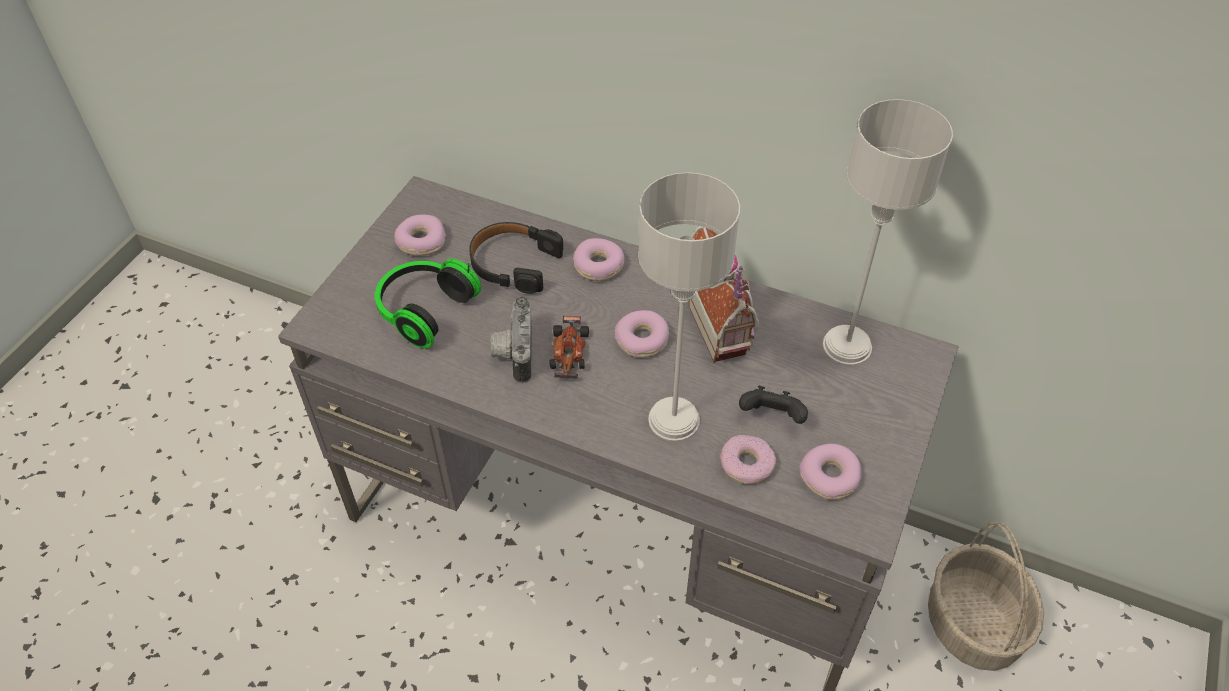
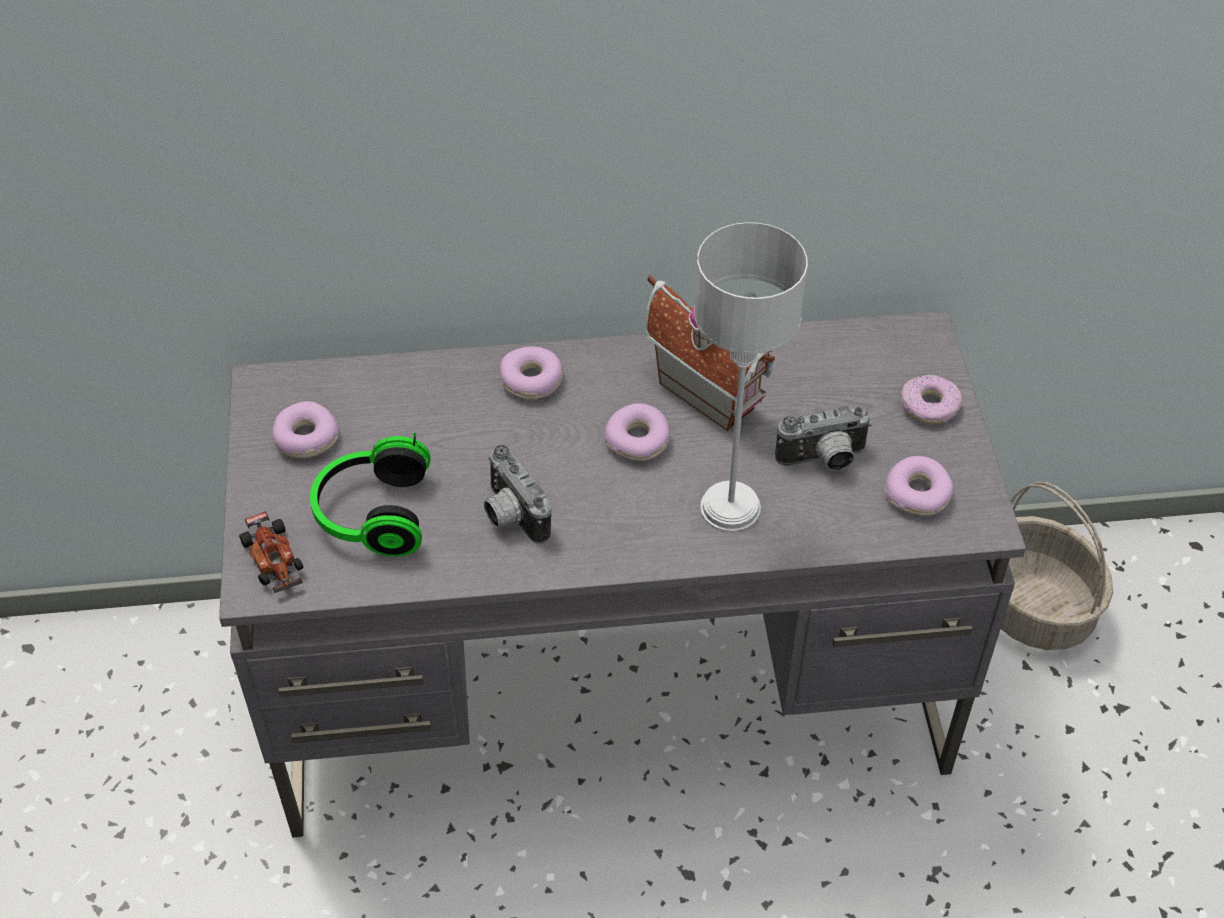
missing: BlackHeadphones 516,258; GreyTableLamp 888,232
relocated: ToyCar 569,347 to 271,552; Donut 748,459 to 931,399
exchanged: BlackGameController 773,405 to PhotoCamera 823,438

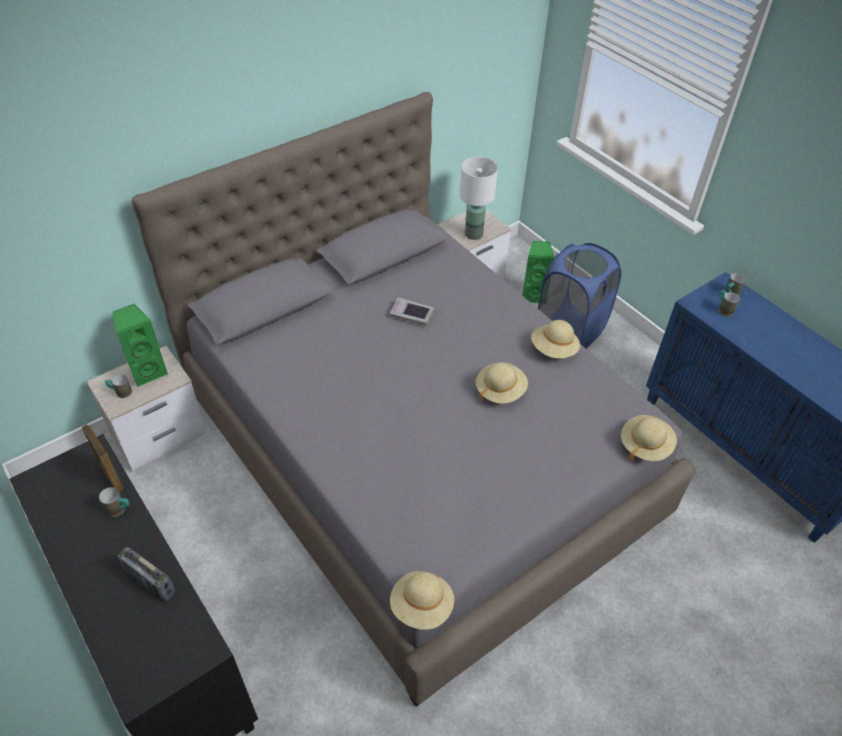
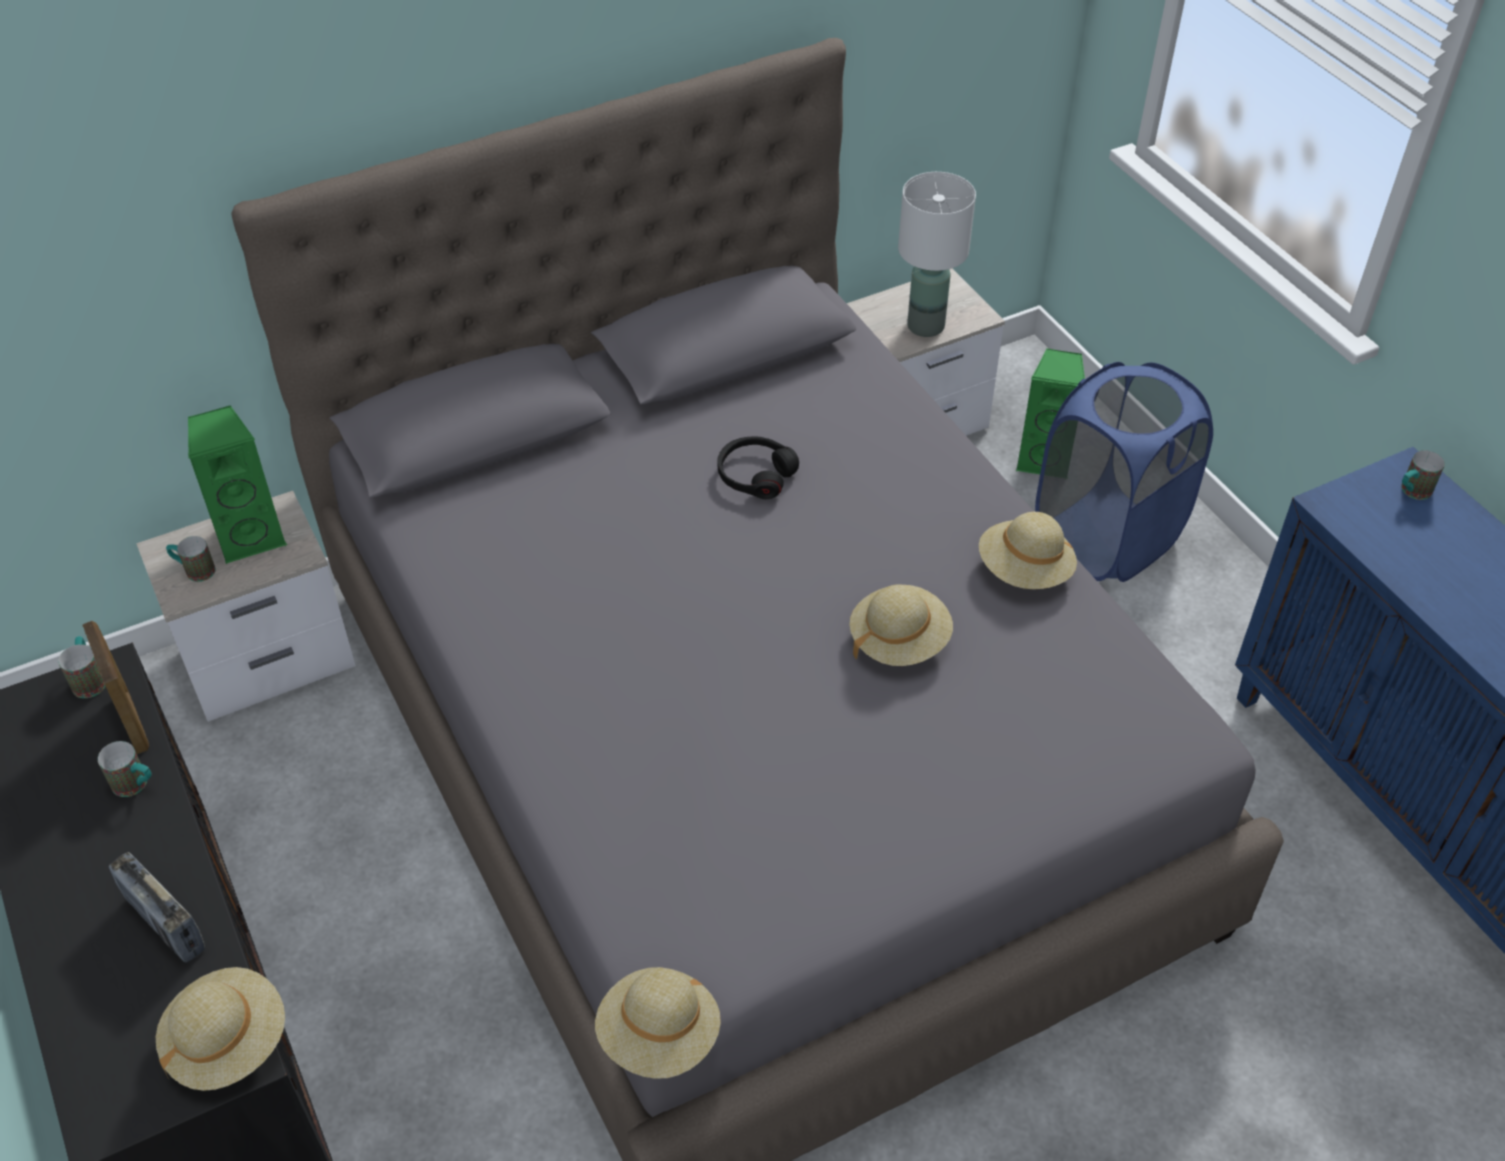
relocated: BeigeHat 649,438 to 220,1029; Mug 729,303 to 82,667
exchanged: Book 412,311 to BlackHeadphones 758,467

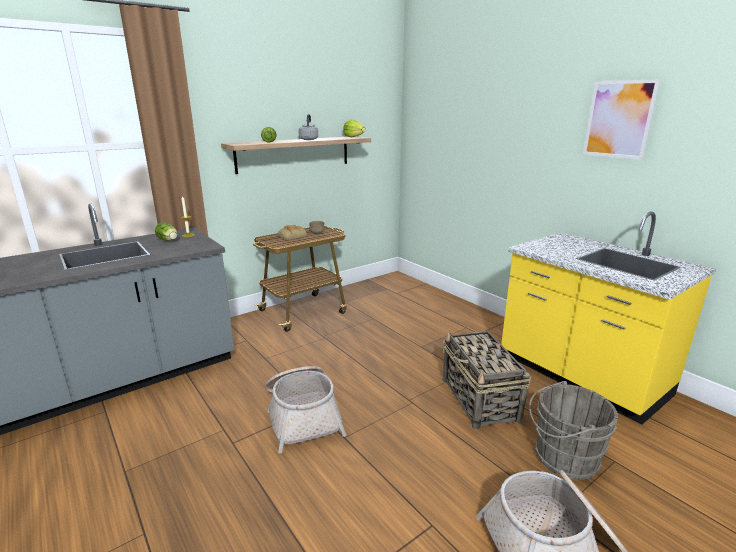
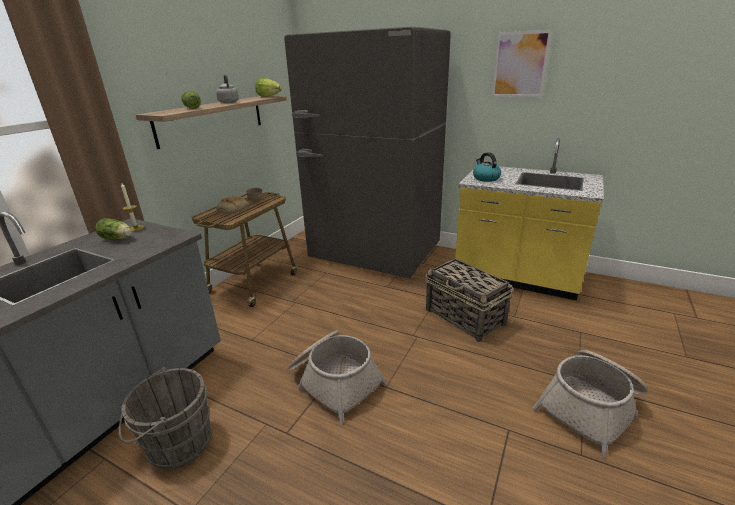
appeared: GreyFridge 367,152; Kettle 487,167
relocated: GreyBucket 573,430 to 166,418

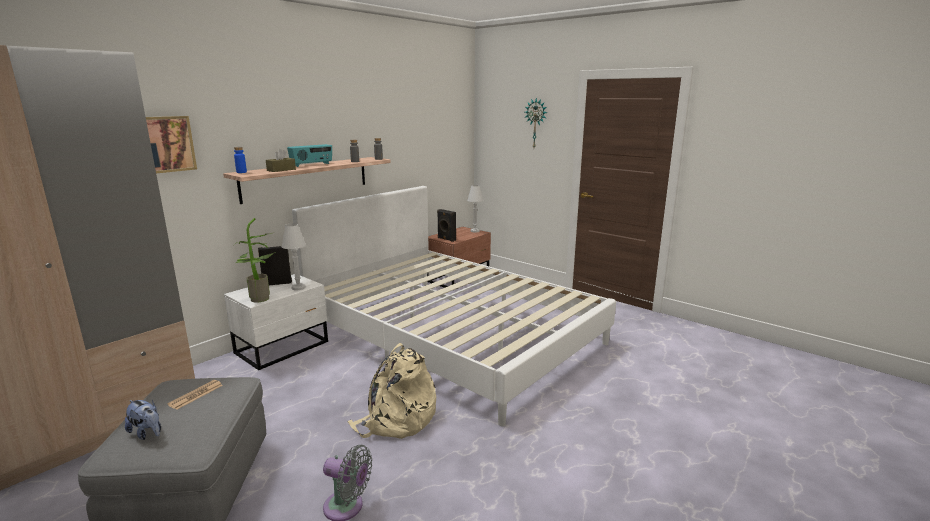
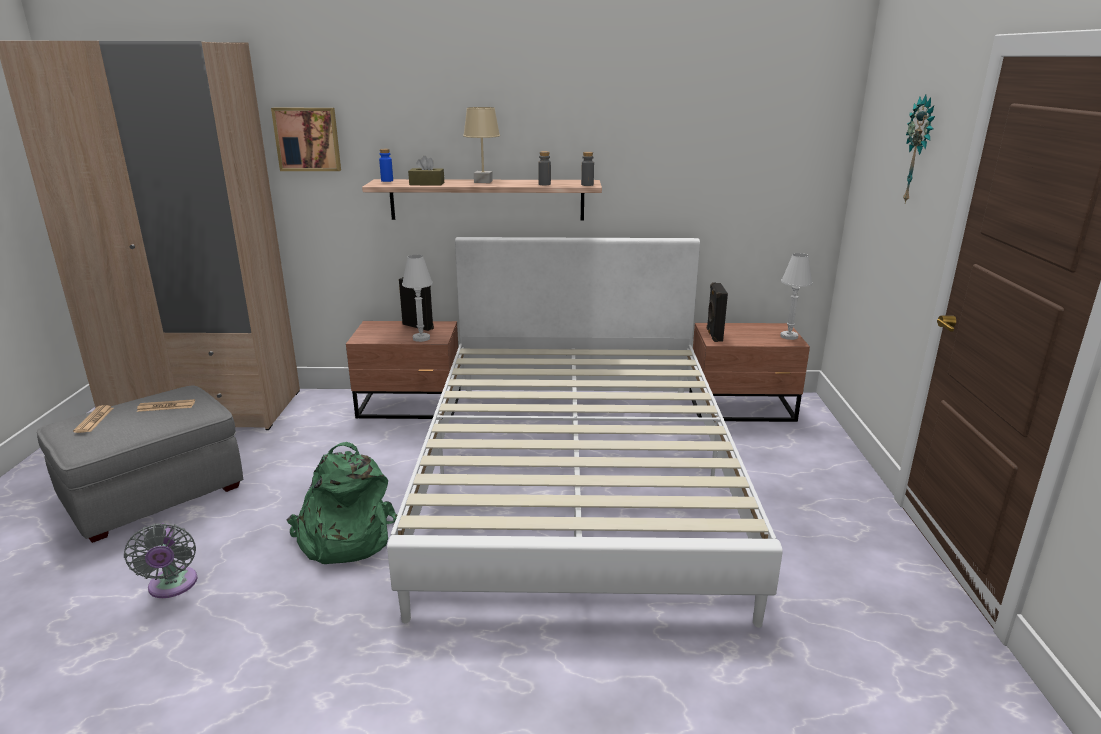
missing: PottedPlant 255,260
exchanged: PlushToy 143,420 to Newspaper 93,419; Radio 309,155 to BeigeTableLamp 481,145
colour: WhiteNightstand 276,322 to BrownNightstand 403,370; BeigeBackpack 391,391 to GreenBackpack 342,503

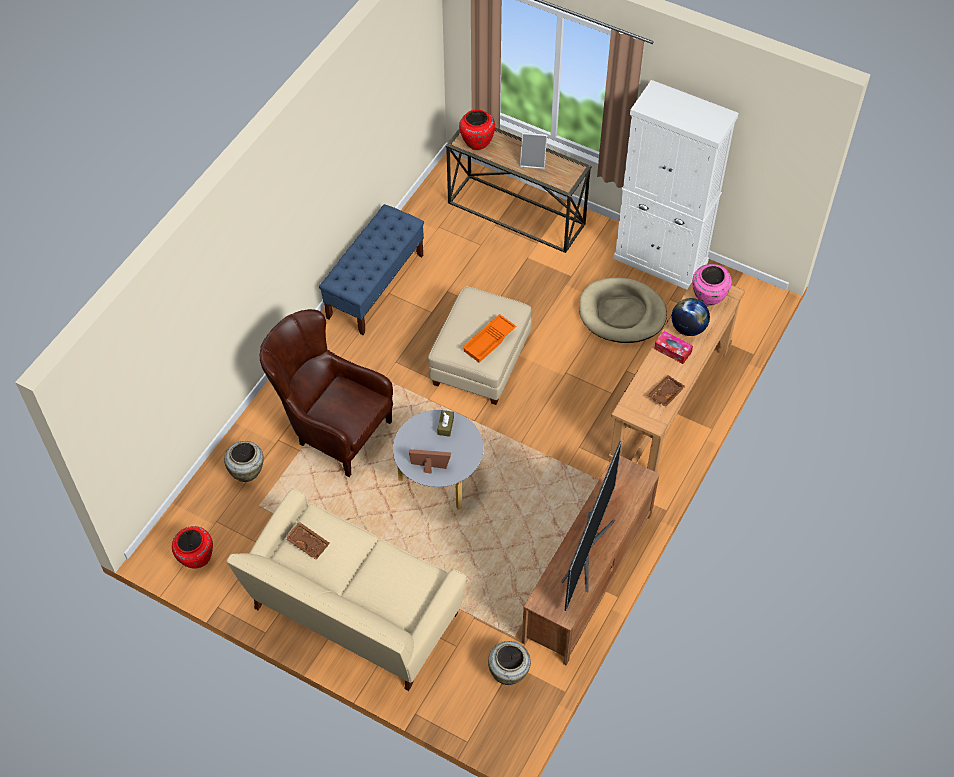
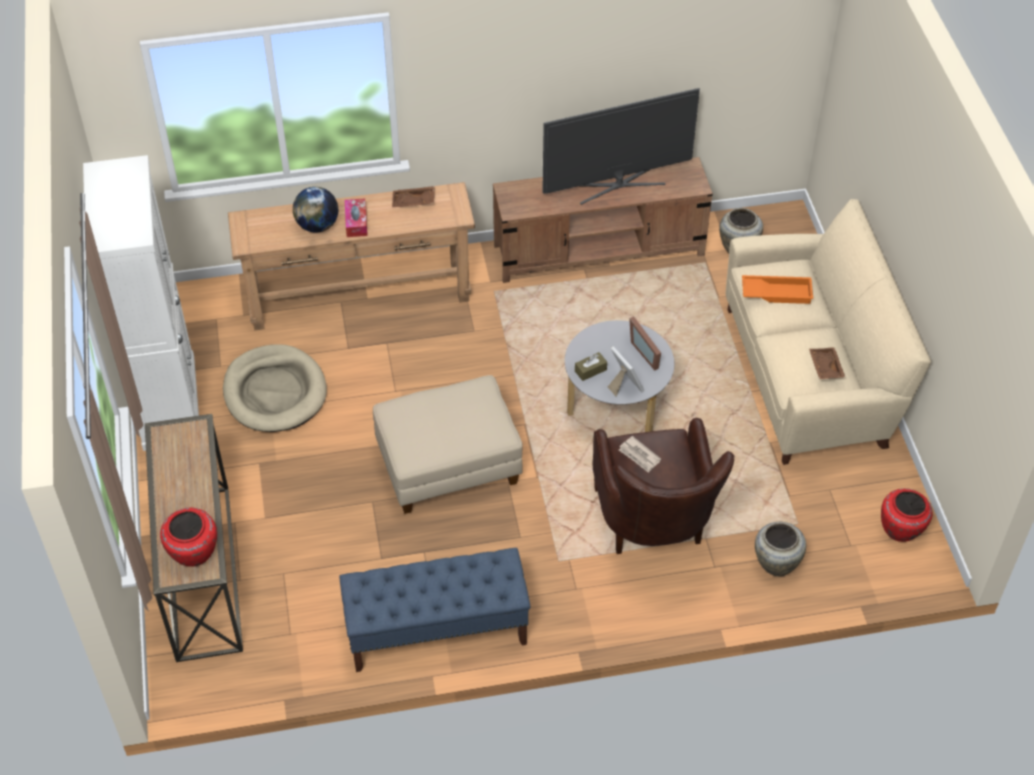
missing: PinkVase 712,285
appeared: Newspaper 640,454
relocated: OrangeTray 489,338 to 777,289; PictureFrame 533,150 to 626,371

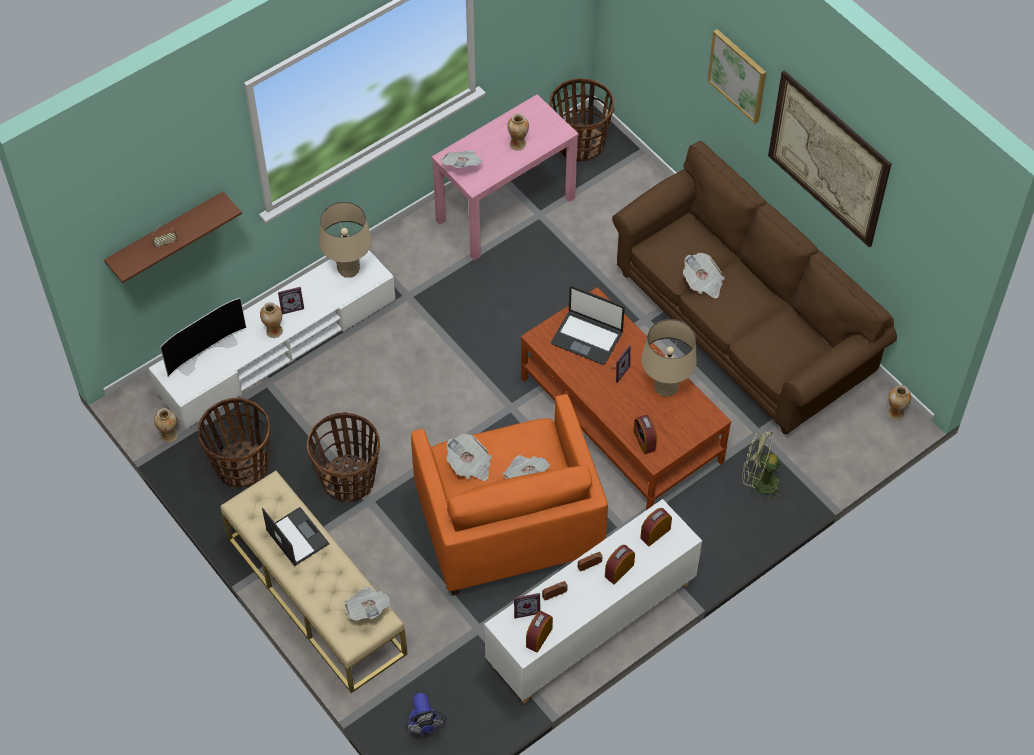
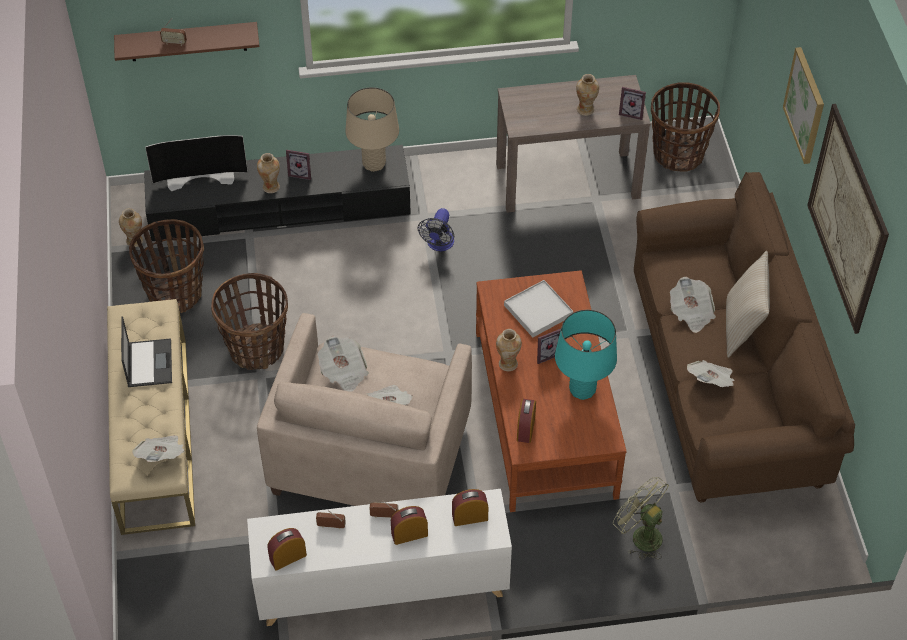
appeared: BeigePillow 748,304
relocated: Fan 426,714 to 436,229; Newspaper 462,159 to 710,373; PictureFrame 527,605 to 632,103; Vase 899,402 to 509,350
exchanged: Laptop 588,325 to WhiteTray 538,308
colour: WhiteTvStand 272,339 to BlackTvStand 277,193; OrangeArmchair 509,495 to BeigeArmchair 364,409; PinkConsoleTable 505,177 to BrownConsoleTable 573,144; BeigeTableLamp 669,358 to TurquoiseTableLamp 586,355

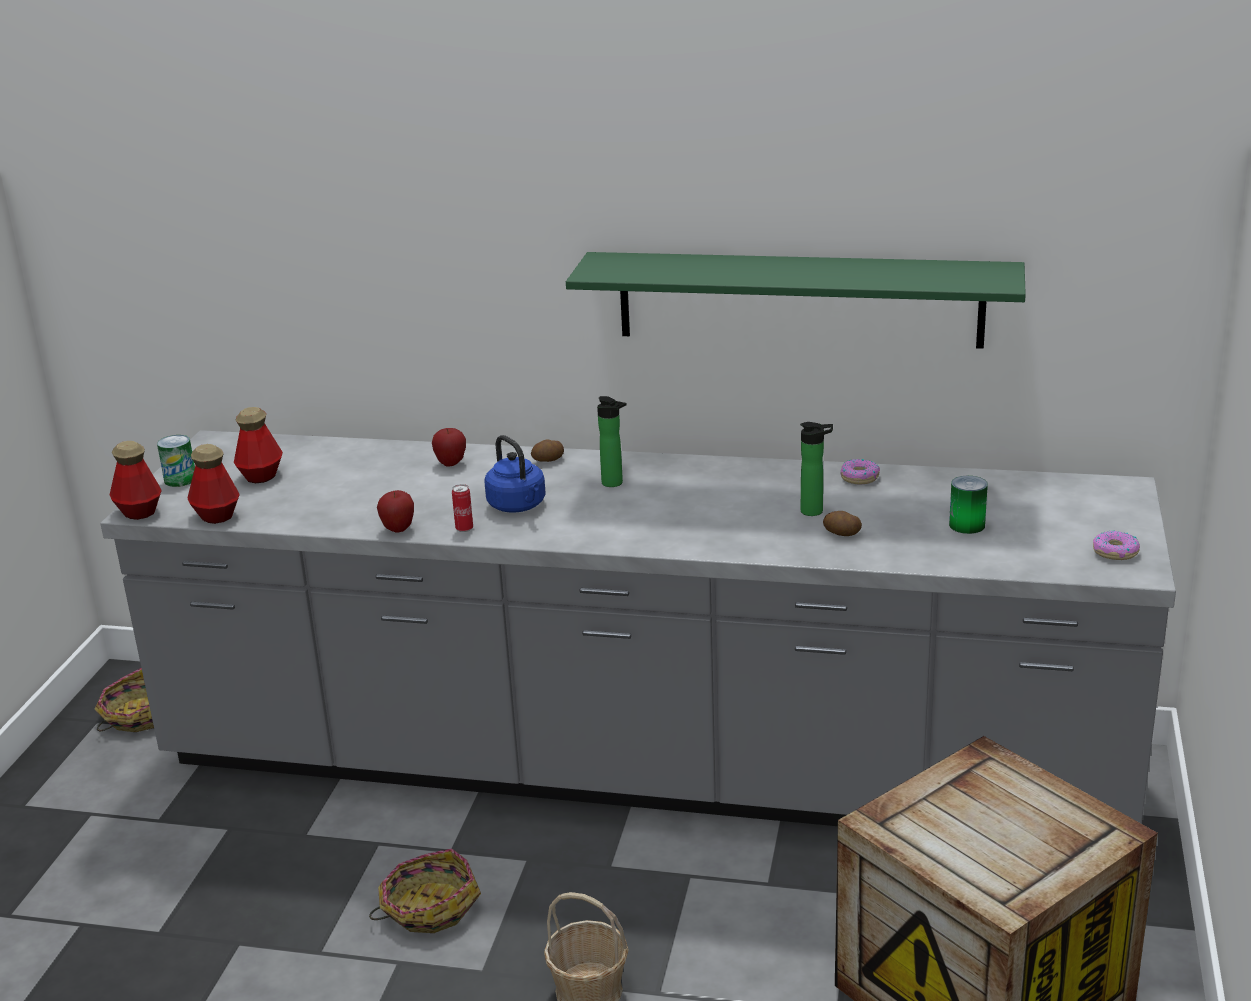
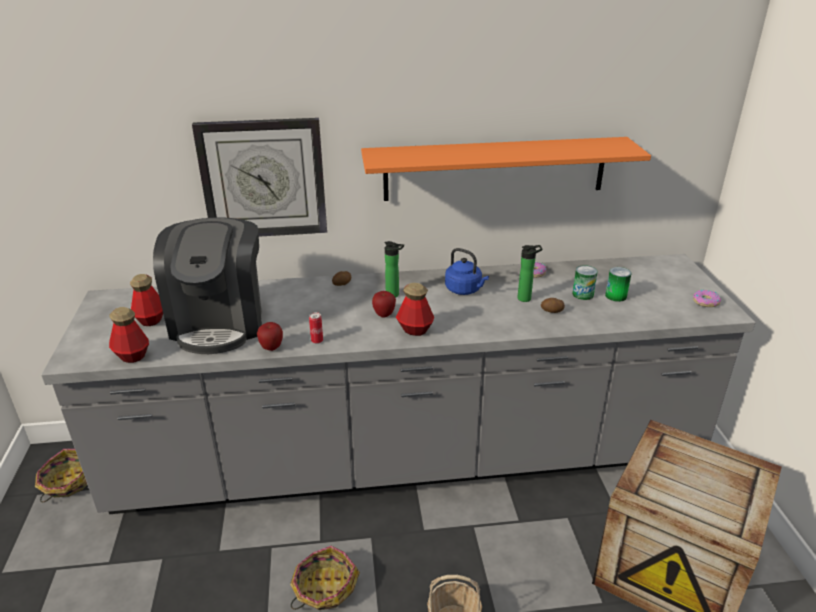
appeared: CoffeeMachine 207,285; WallClock 259,177
relocated: Bottle 136,480 to 415,309; Can 176,461 to 585,282; Apple 449,447 to 384,304; BlueKettle 515,474 to 467,271
colour: GreenShelf 796,300 to OrangeShelf 506,169

